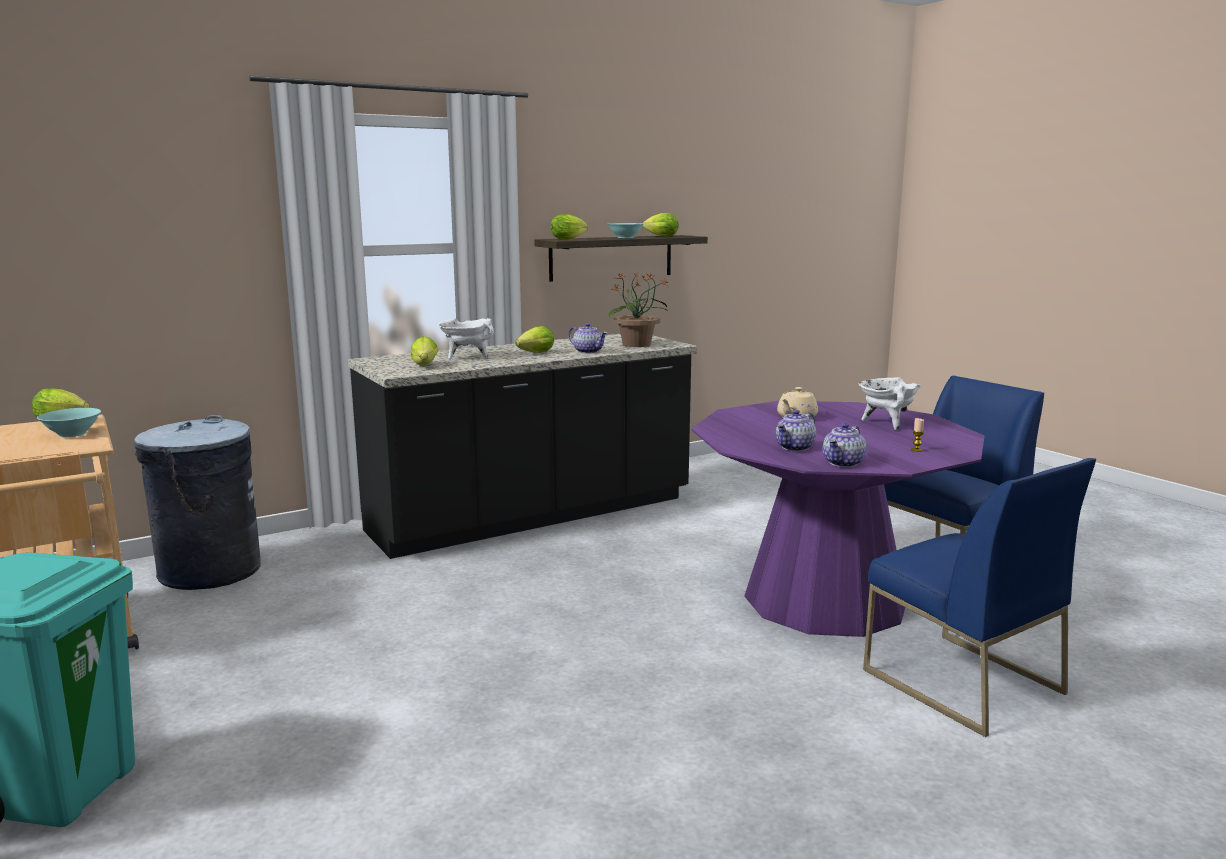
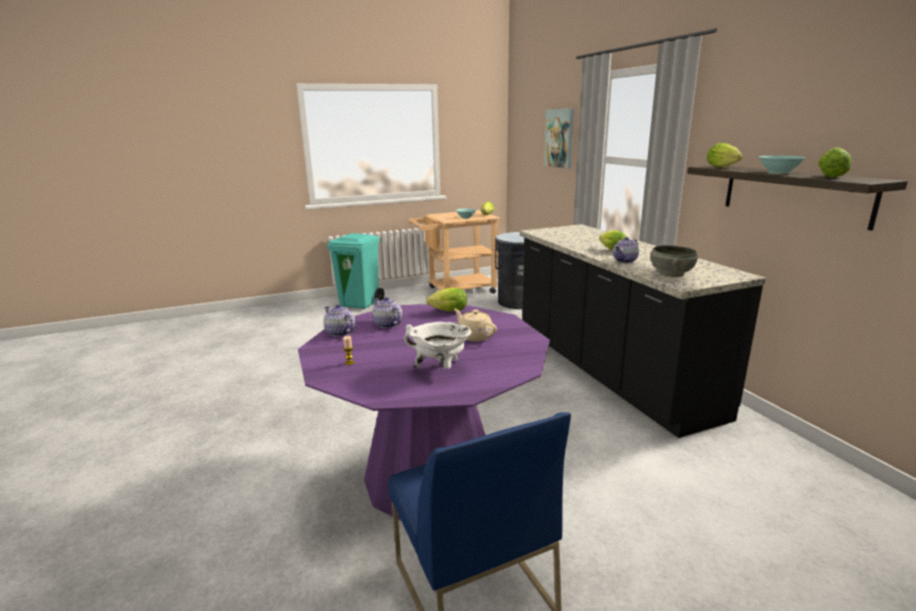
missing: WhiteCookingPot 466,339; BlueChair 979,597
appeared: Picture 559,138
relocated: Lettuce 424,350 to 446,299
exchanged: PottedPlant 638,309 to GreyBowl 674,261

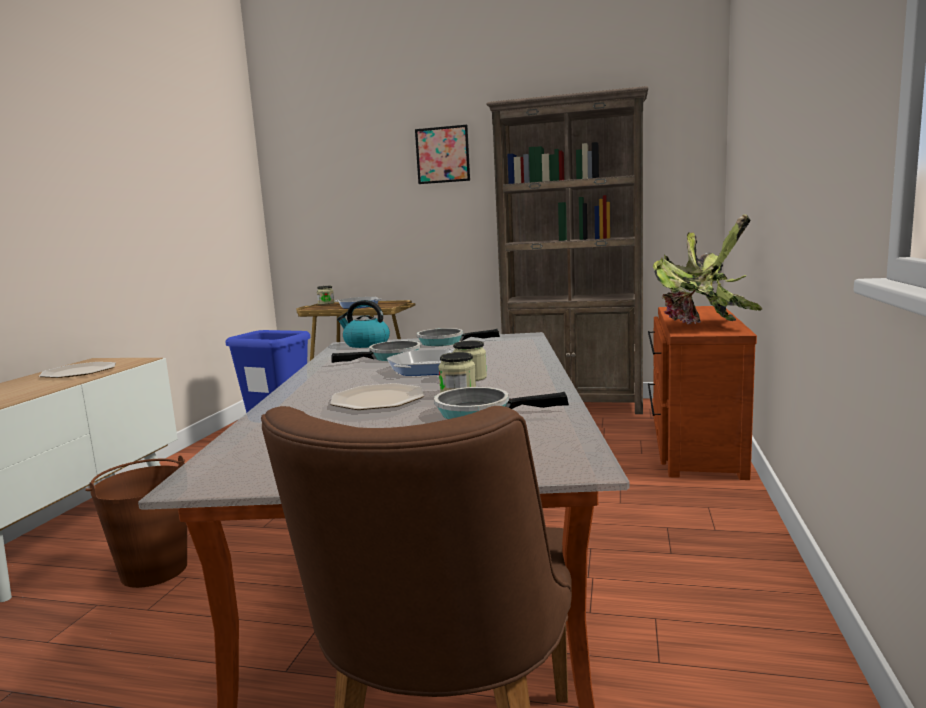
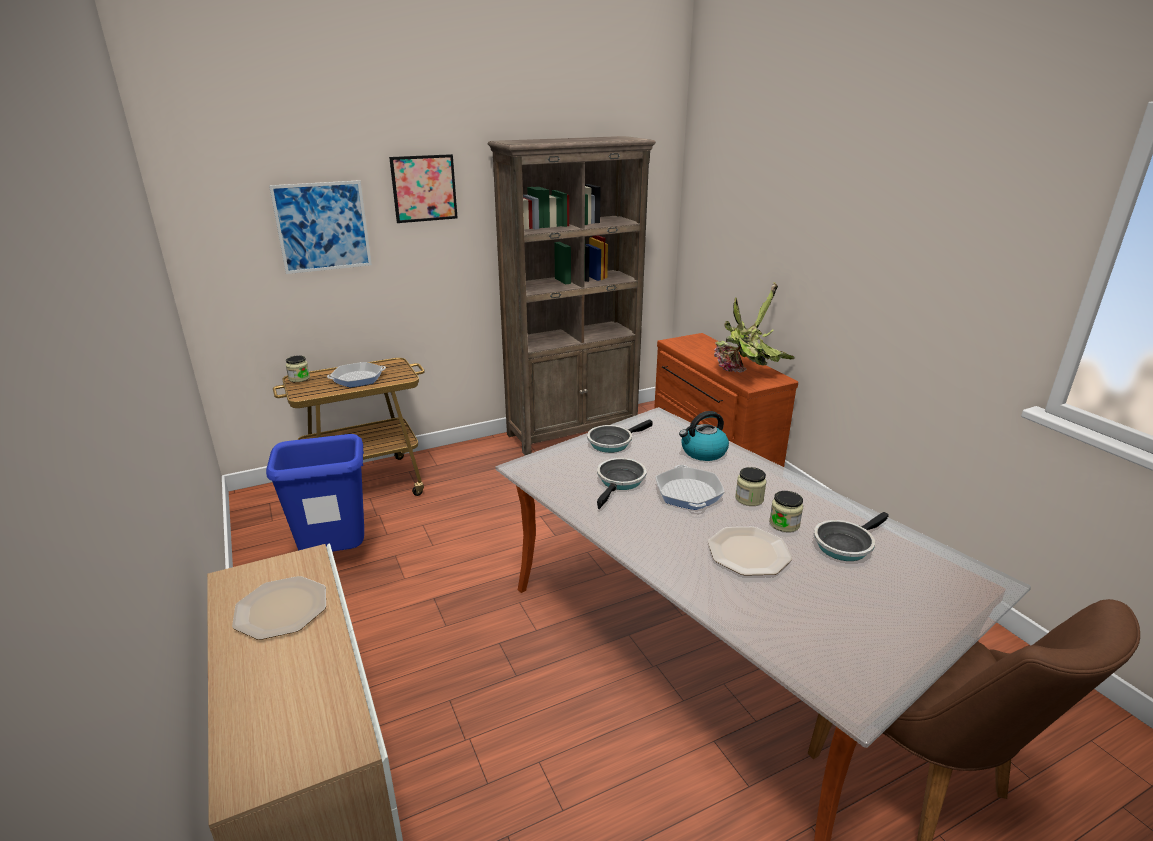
missing: BrownBucket 136,522
appeared: Picture 320,227
relocated: Kettle 363,324 to 704,436

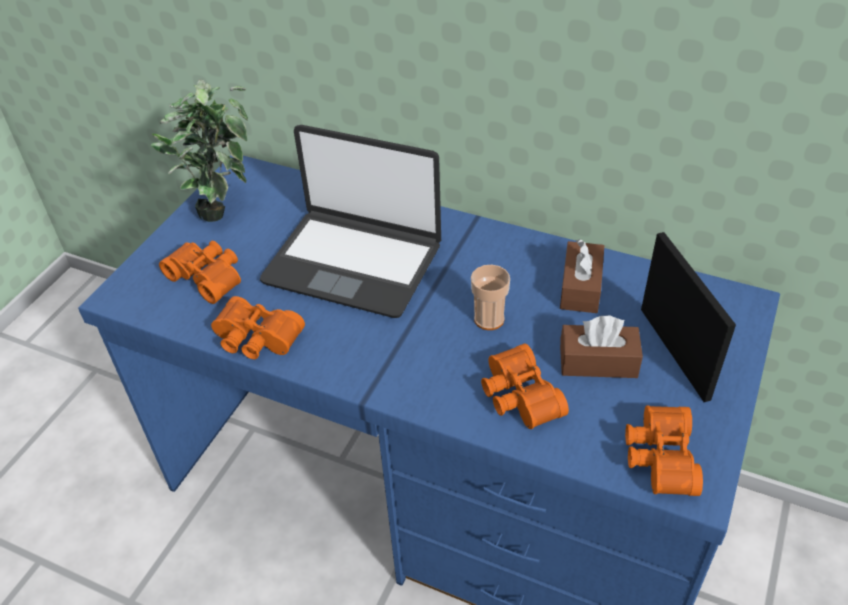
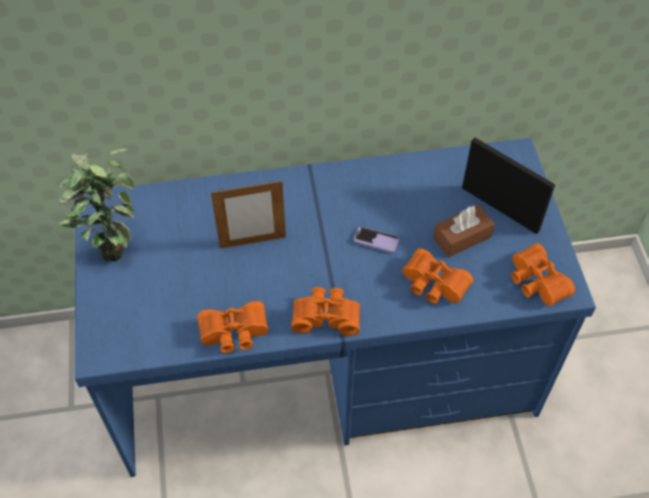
missing: BrownTissueBox 582,276
relocated: OrangeBinoculars 200,272 to 325,311
exchanged: Laptop 350,221 to PictureFrame 248,214; Cup 490,297 to Phone 376,240

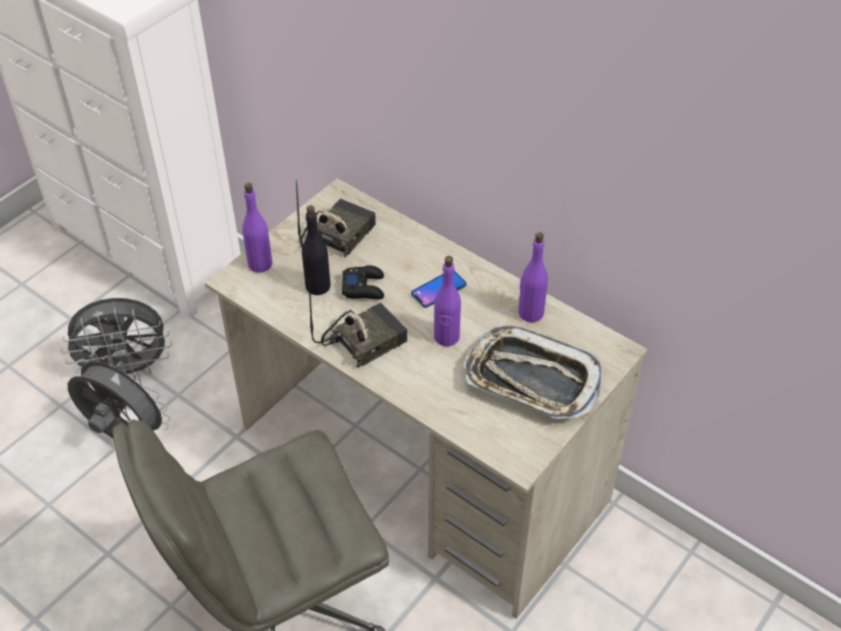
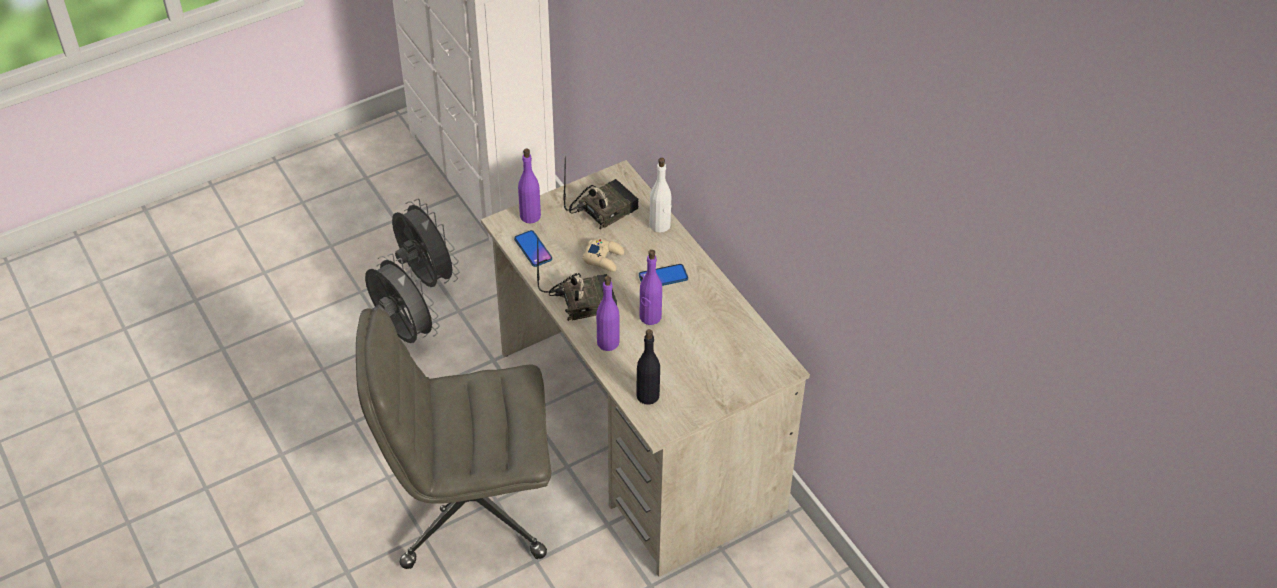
missing: Tray 533,372
appeared: Phone 533,248; WhiteBottle 660,195
relocated: BlackBottle 316,250 to 648,367; PurpleBottle 533,277 to 607,313
colour: BlackGameController 363,282 to BeigeGameController 603,255
spun: GreyFan 116,339 = 426,243 135 degrees counterclockwise

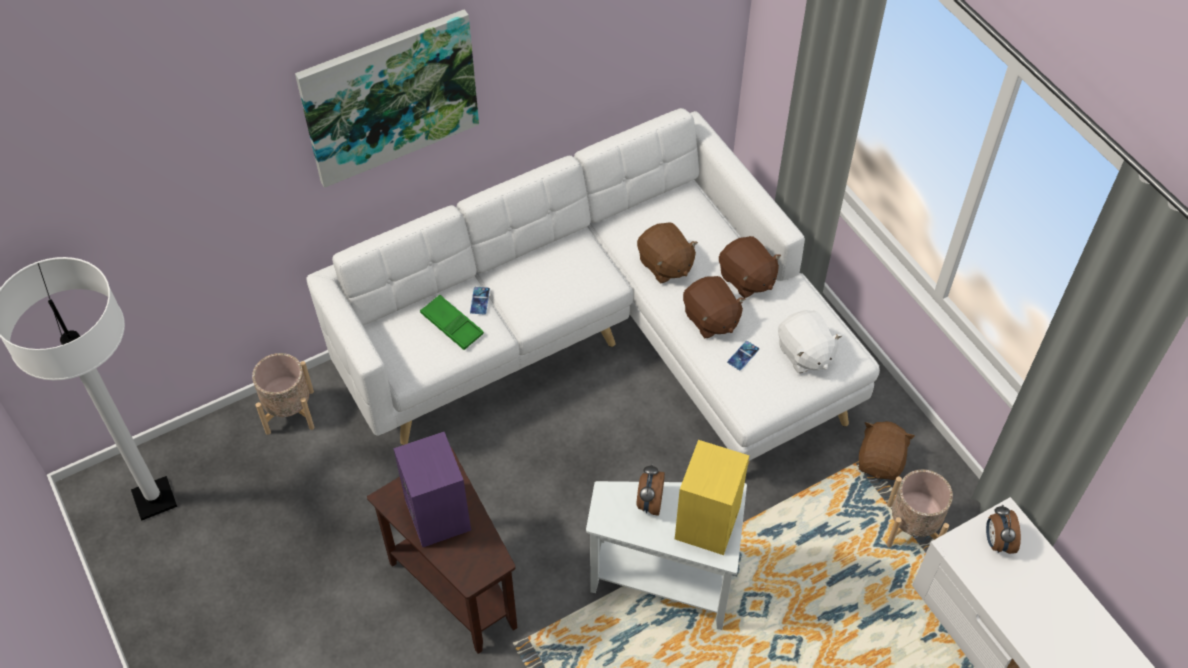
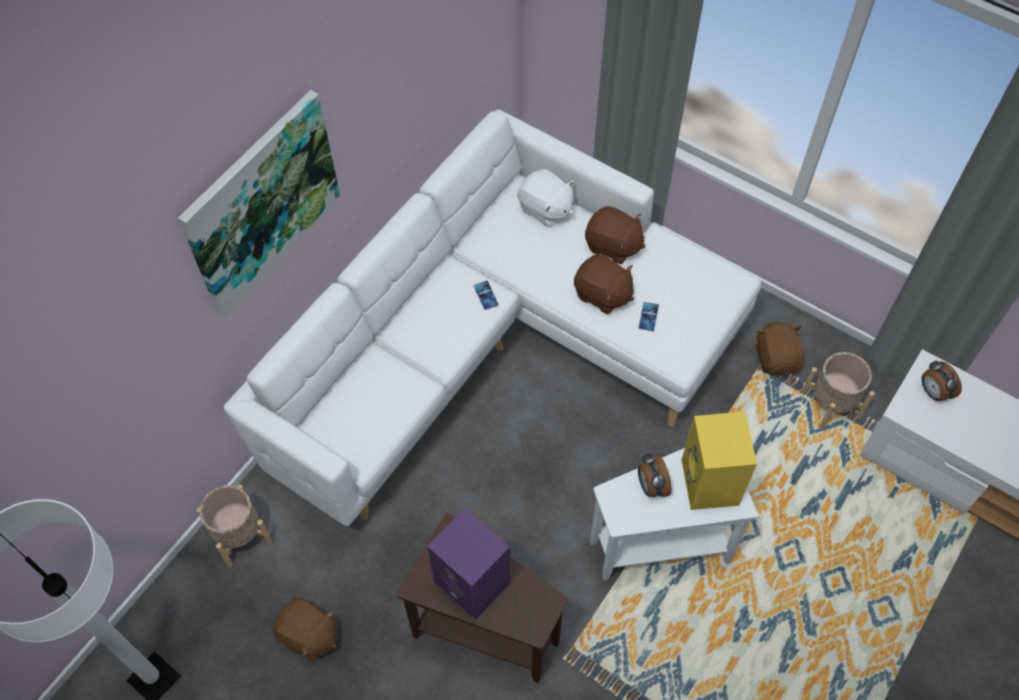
missing: GreenTray 452,322
relocated: Phone 480,300 to 486,295; BrownPlushToy 667,252 to 305,629; WhitePlushToy 810,342 to 545,198

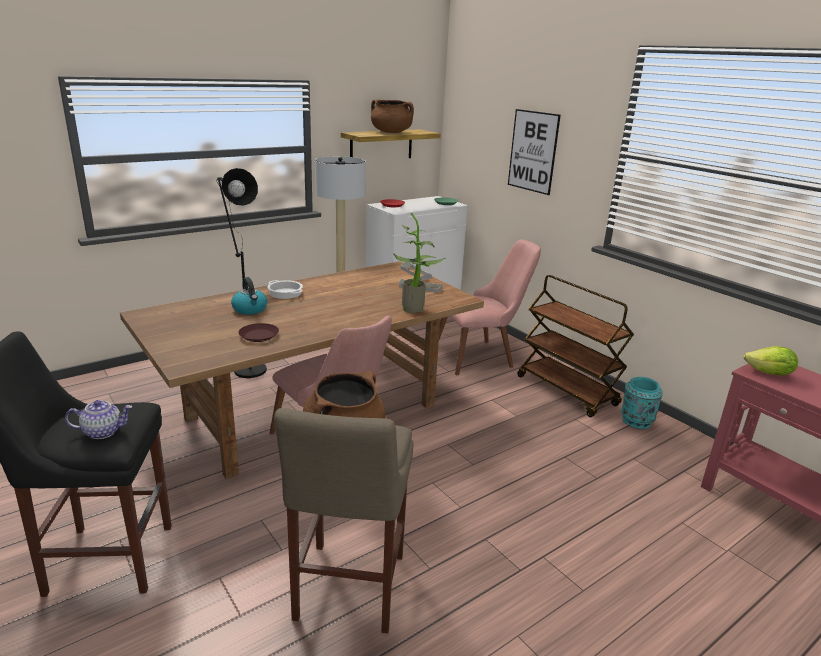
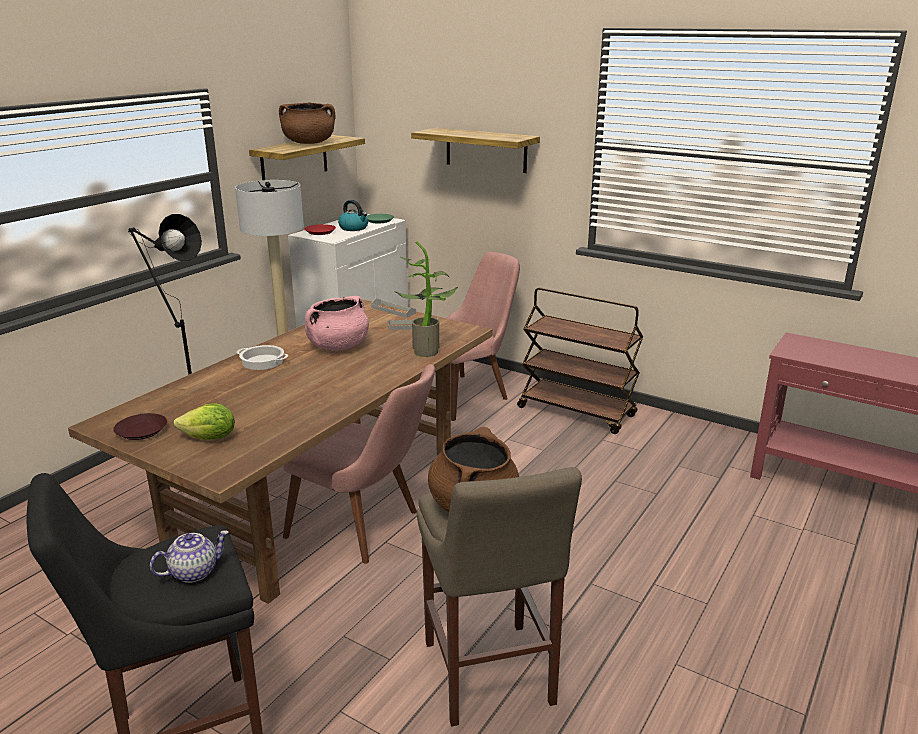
missing: TurquoiseVase 642,403
appeared: PinkCookingPot 337,323
relocated: Kettle 249,296 to 353,215; BrownPlate 258,332 to 140,426; Lettuce 771,361 to 204,421
exchanged: Picture 534,152 to Shelf 475,150

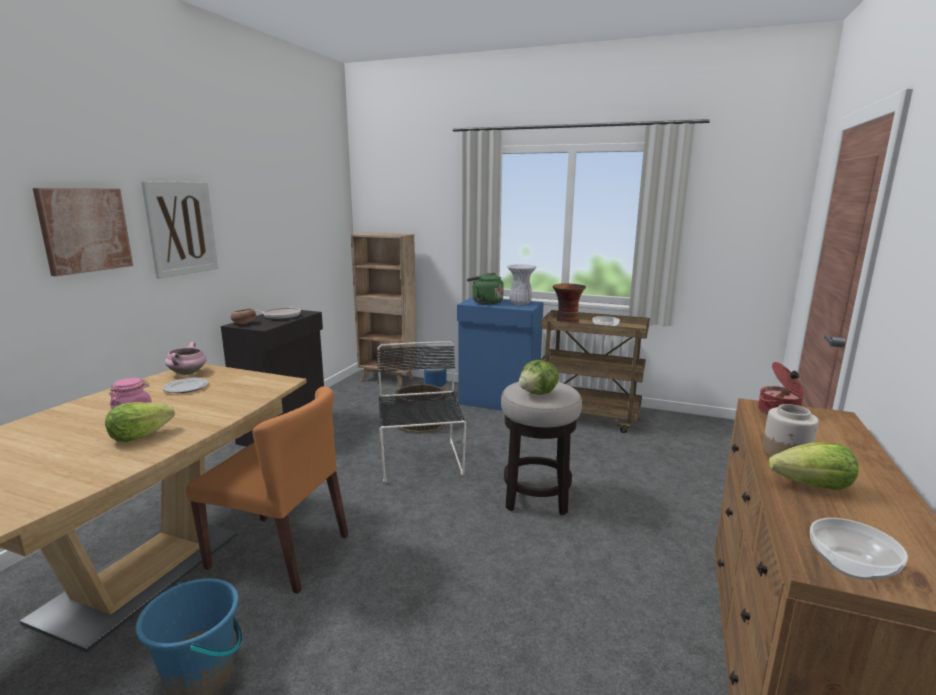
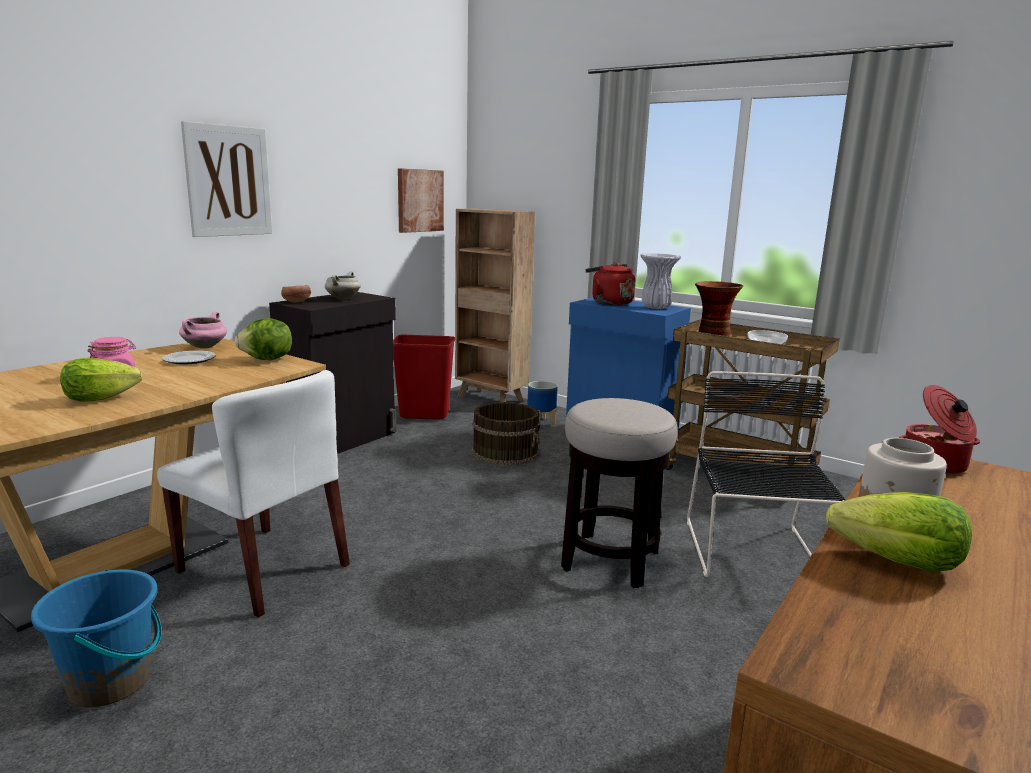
missing: Bowl 859,549
appeared: RedTrashCan 424,377
relocated: Picture 83,232 to 421,200; BlackChair 421,412 to 766,474; Lettuce 539,377 to 263,339
exchanged: FryingPan 277,313 to WhiteCookingPot 343,285
colour: OrangeChair 267,490 to WhiteChair 253,493; GreenKettle 485,289 to RedKettle 610,283

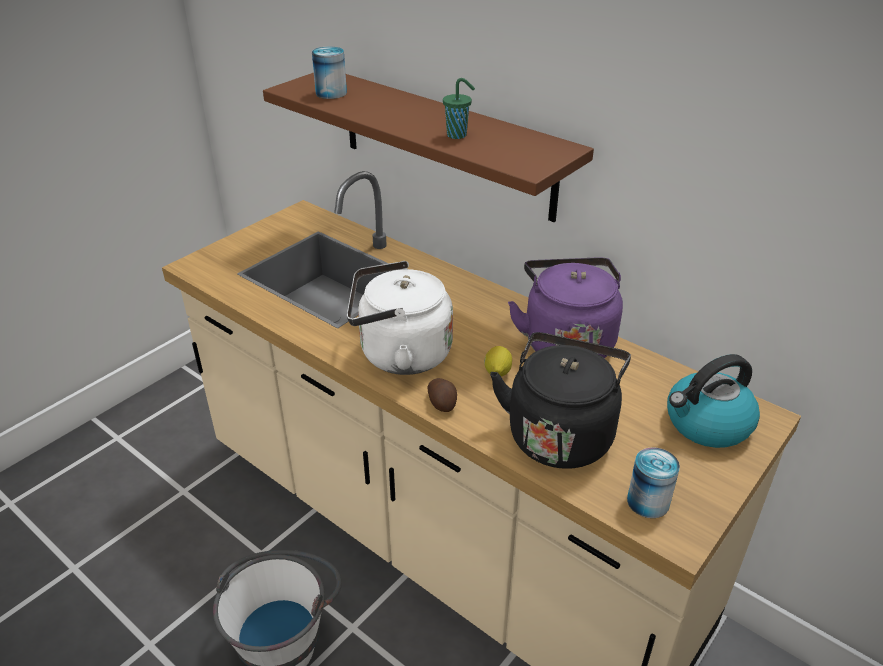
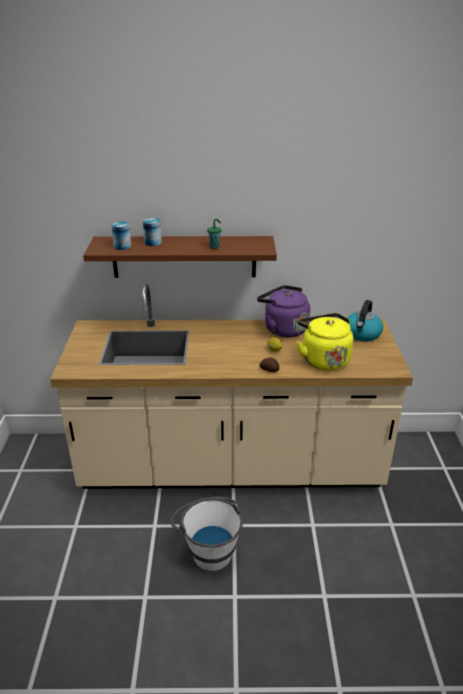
missing: WhiteKettle 400,318
relocated: Can 653,482 to 152,232
colour: BlackKettle 560,400 to YellowKettle 324,341

